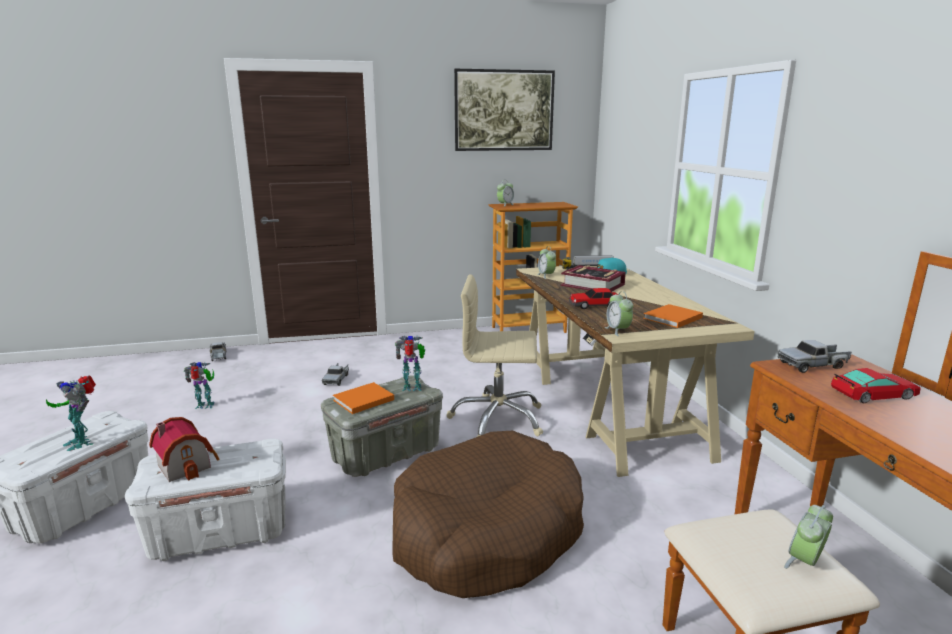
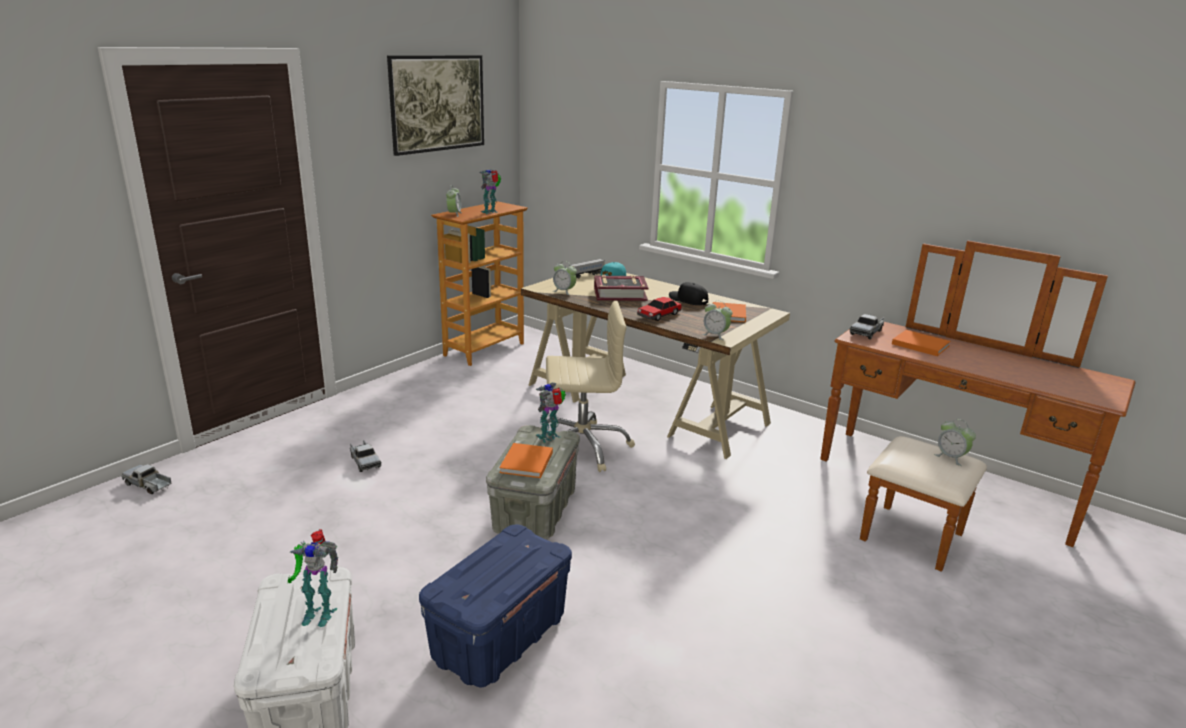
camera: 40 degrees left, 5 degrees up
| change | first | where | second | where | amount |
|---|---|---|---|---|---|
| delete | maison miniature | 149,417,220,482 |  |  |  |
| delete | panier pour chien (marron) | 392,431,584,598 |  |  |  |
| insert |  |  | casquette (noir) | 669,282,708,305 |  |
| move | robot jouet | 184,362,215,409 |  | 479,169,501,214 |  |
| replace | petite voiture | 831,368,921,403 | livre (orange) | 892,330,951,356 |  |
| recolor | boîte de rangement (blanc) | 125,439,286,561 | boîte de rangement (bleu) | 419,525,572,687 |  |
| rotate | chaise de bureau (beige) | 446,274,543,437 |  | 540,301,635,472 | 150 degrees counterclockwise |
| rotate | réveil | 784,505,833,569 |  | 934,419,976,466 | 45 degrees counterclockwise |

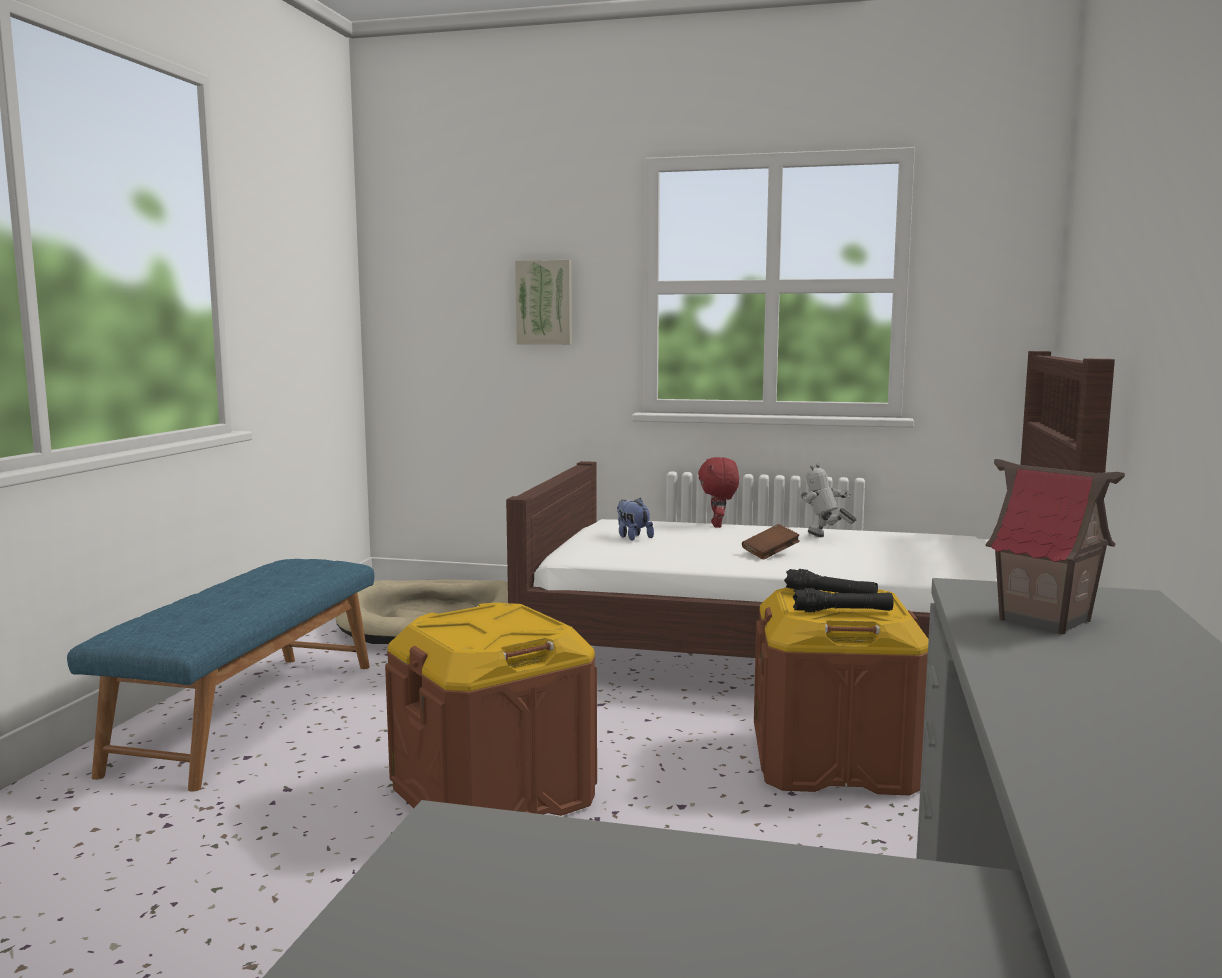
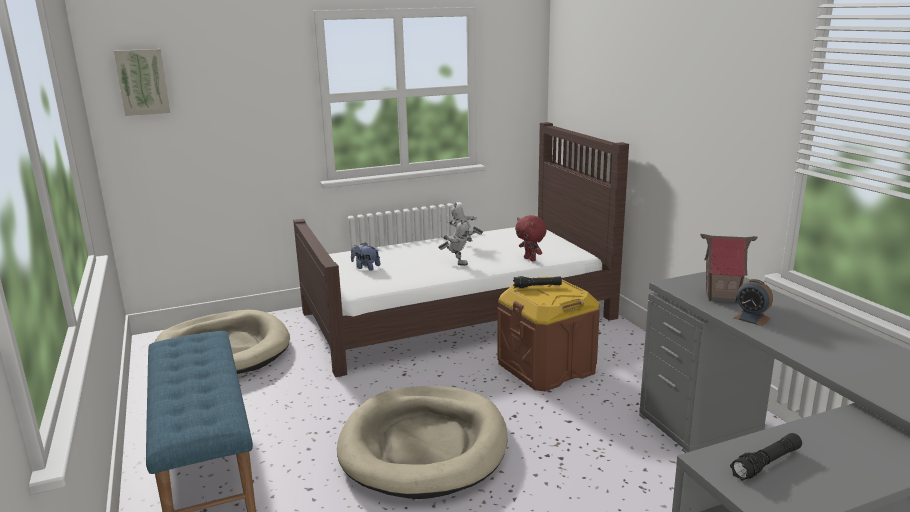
camera: 35 degrees left, 10 degrees up
| change | first | where | second | where | amount |
|---|---|---|---|---|---|
| insert |  |  | réveil | 734,279,773,326 |  |
| move | tableau | 515,260,572,345 |  | 114,49,170,116 |  |
| move | peluche (rouge) | 698,457,739,528 |  | 515,215,547,261 |  |
| move | lampe de poche (noir) | 793,588,893,612 |  | 730,433,802,481 |  |
| replace | boîte de rangement (marron) | 385,602,597,816 | panier pour chien (beige) | 337,386,508,499 |  |
| replace | livre (marron) | 742,524,800,560 | robot jouet | 438,220,472,266 |  |

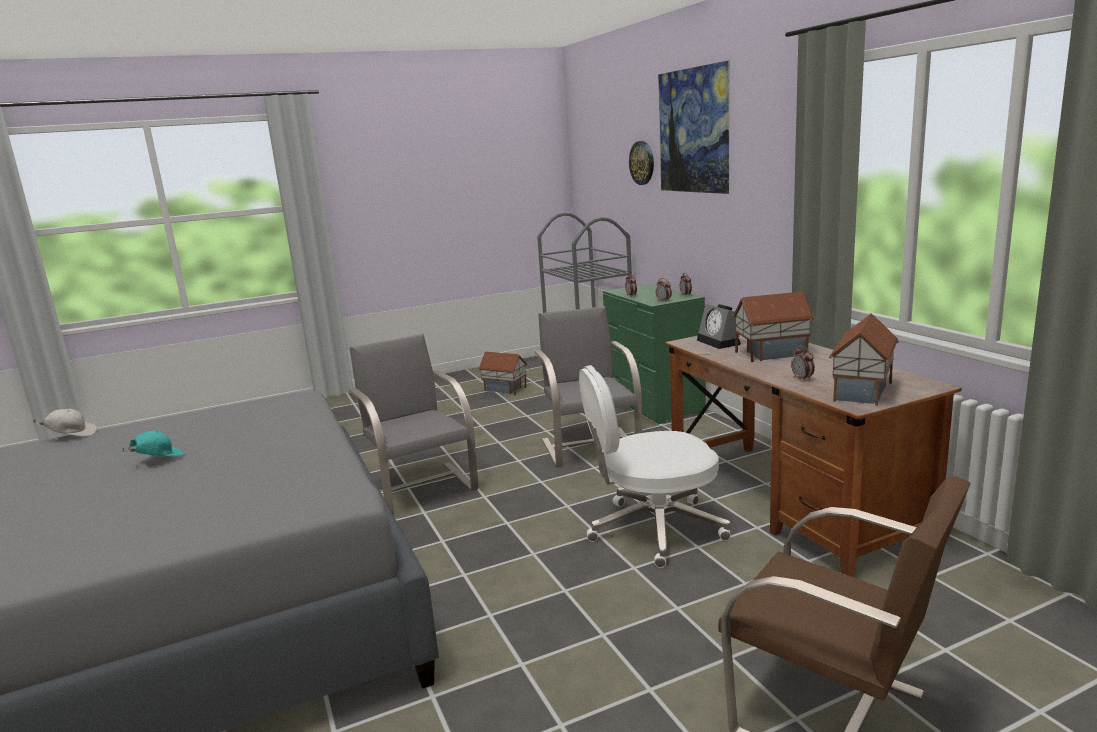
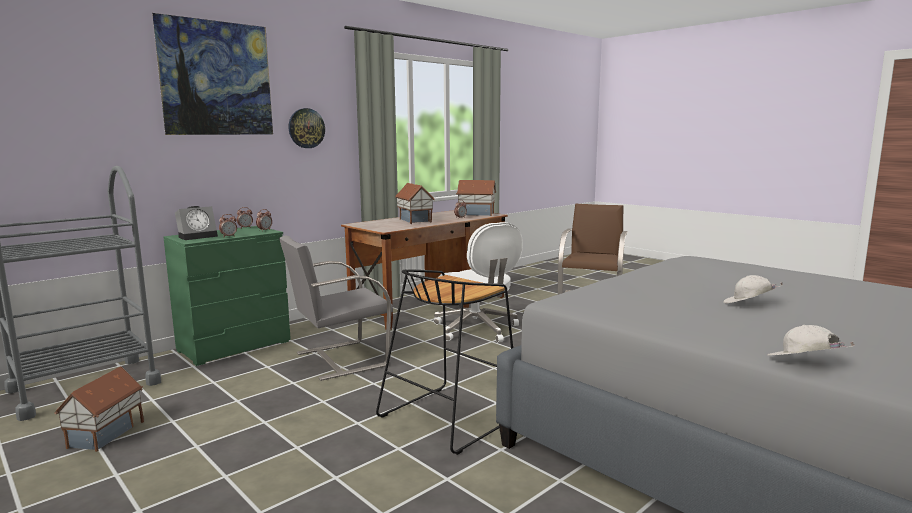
camera: 110 degrees left, 5 degrees down
| change | first | where | second | where | amount |
|---|---|---|---|---|---|
| move | horloge murale | 629,141,654,185 |  | 288,108,325,148 |  |
| move | réveil | 697,304,741,349 |  | 175,206,218,240 |  |
| replace | chaise (gris) | 349,334,478,514 | tabouret (noir) | 376,269,513,455 |  |
| recolor | casquette (turquoise) | 122,430,185,456 | casquette (blanc) | 723,275,783,303 |  |

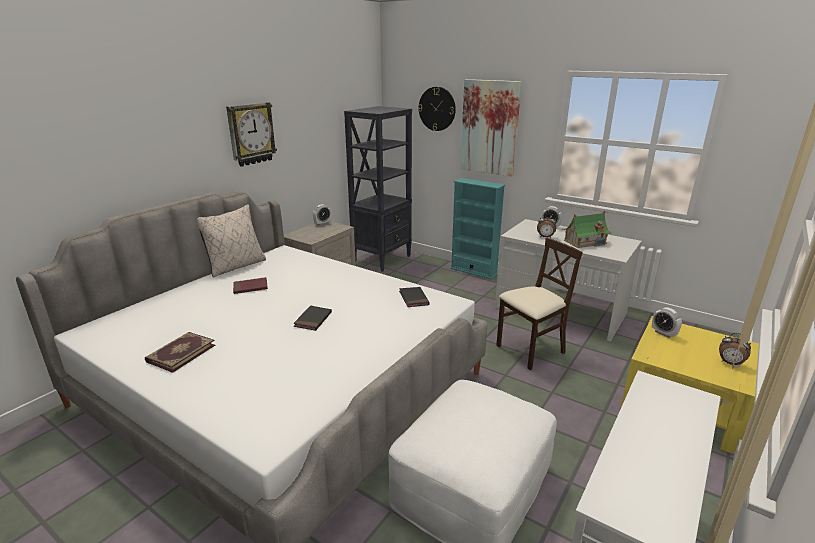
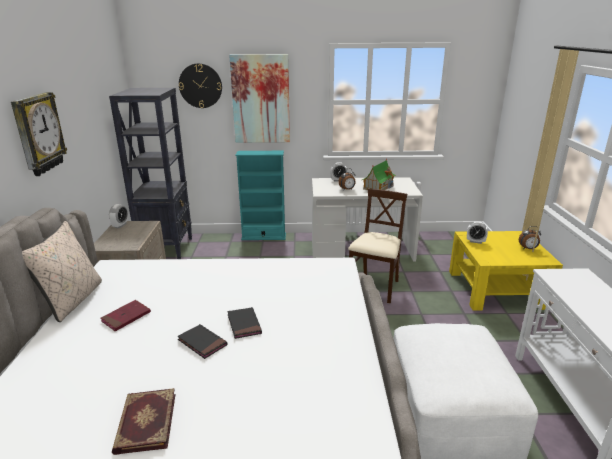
camera: 35 degrees left, 0 degrees up
| change | first | where | second | where | amount |
|---|---|---|---|---|---|
| move | livre (noir) | 399,287,430,307 |  | 178,324,227,359 |  |

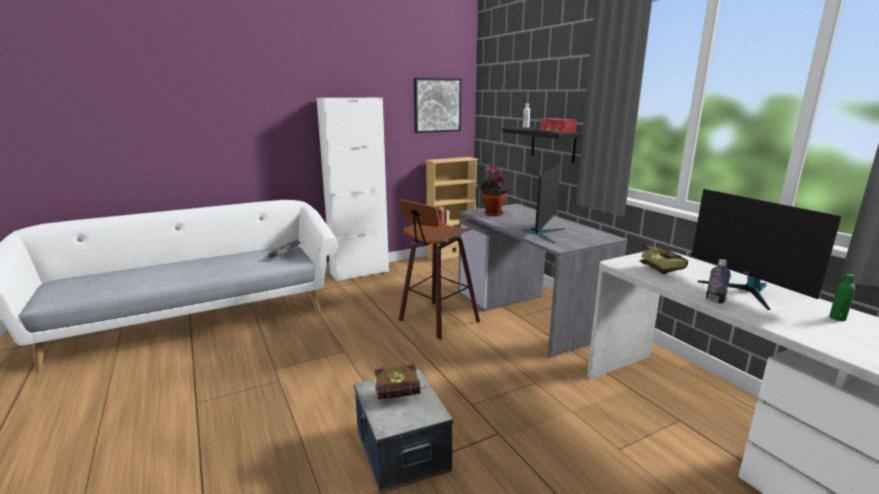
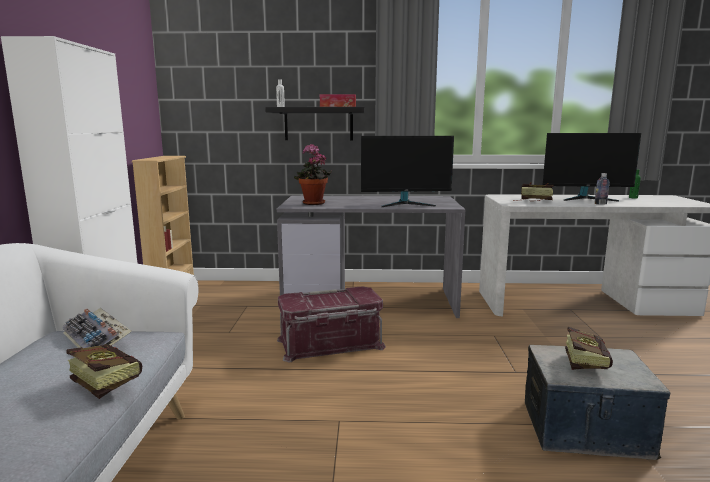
camera: 60 degrees left, 5 degrees down
| change | first | where | second | where | amount |
|---|---|---|---|---|---|
| delete | tableau | 414,78,462,133 |  |  |  |
| insert |  |  | livre | 66,344,142,399 |  |
| replace | tabouret | 398,199,480,340 | boîte de rangement (rouge) | 277,286,386,362 |  |
| rotate | écran d'ordinateur | 523,163,565,243 |  | 361,136,454,207 | 120 degrees clockwise |

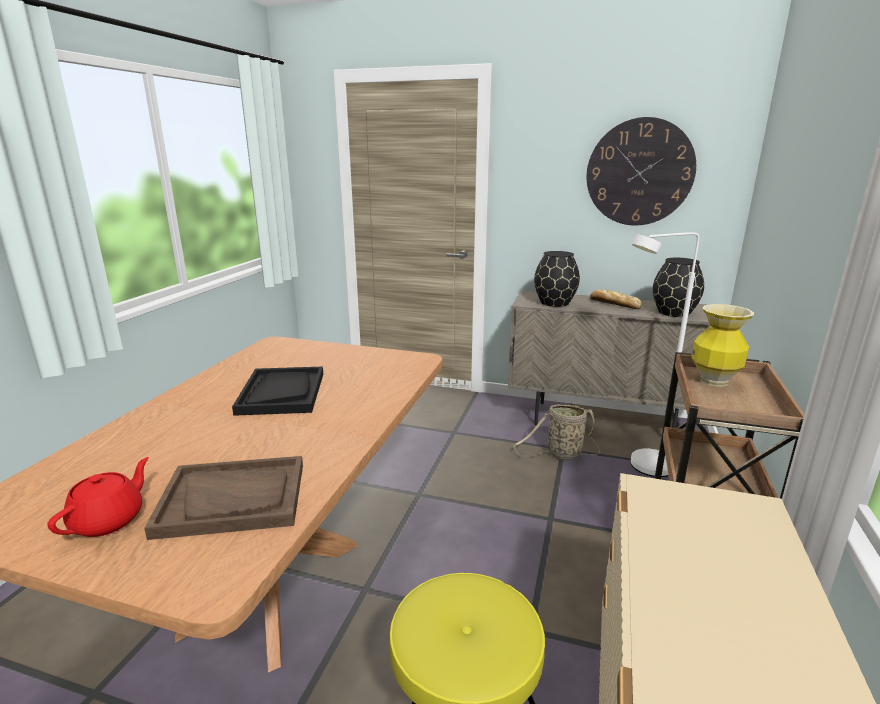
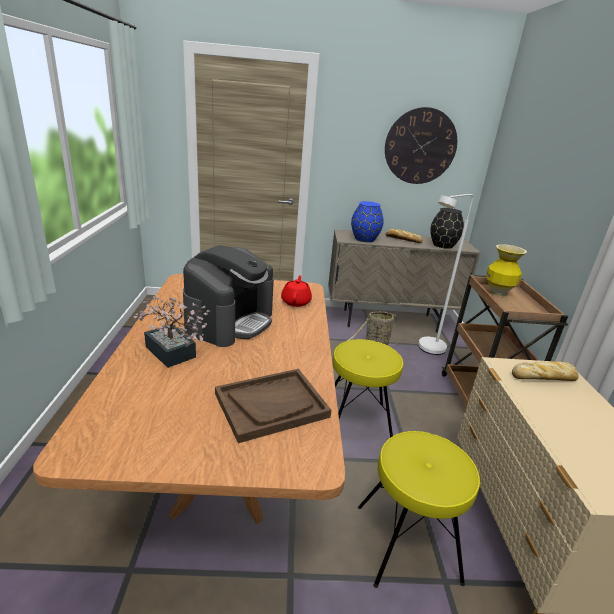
camera: 20 degrees left, 5 degrees up
| change | first | where | second | where | amount |
|---|---|---|---|---|---|
| insert |  |  | plante en pot | 133,296,210,368 |  |
| insert |  |  | tabouret (jaune) | 332,339,403,438 |  |
| insert |  |  | pain | 512,361,579,381 |  |
| move | théière (rouge) | 47,457,149,537 |  | 281,275,312,307 |  |
| replace | plateau (noir) | 232,367,323,416 | machine à café | 183,245,274,347 |  |
| recolor | vase (noir) | 534,251,580,307 | vase (bleu) | 351,201,384,242 |  |

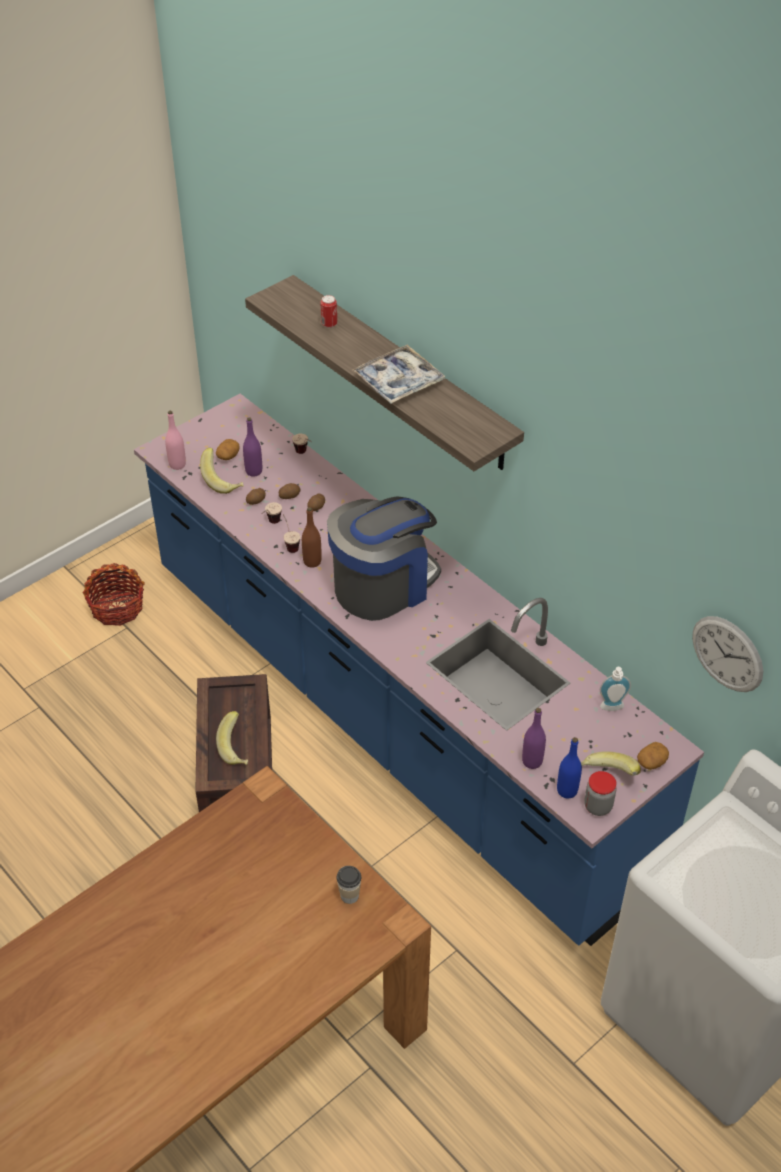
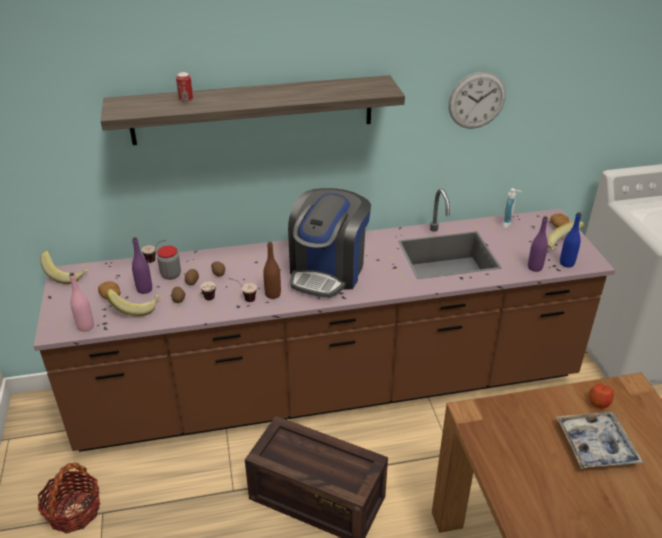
camera: 60 degrees left, 10 degrees down
| change | first | where | second | where | amount |
|---|---|---|---|---|---|
| move | banane | 216,711,248,765 |  | 40,251,88,284 |  |
| move | plateau | 352,345,446,404 |  | 556,412,643,469 |  |
| move | bocal | 584,771,616,816 |  | 157,246,181,280 |  |
| move | horloge murale | 692,616,763,692 |  | 448,72,506,129 |  |
| replace | tasse | 337,866,361,904 | pomme | 589,384,614,408 |  |
| recolor | comptoir de cuisine (bleu) | 134,394,704,946 | comptoir de cuisine (marron) | 33,188,615,452 |  |
| rotate | machine à café | 327,496,441,621 |  | 288,188,371,298 | 150 degrees counterclockwise |

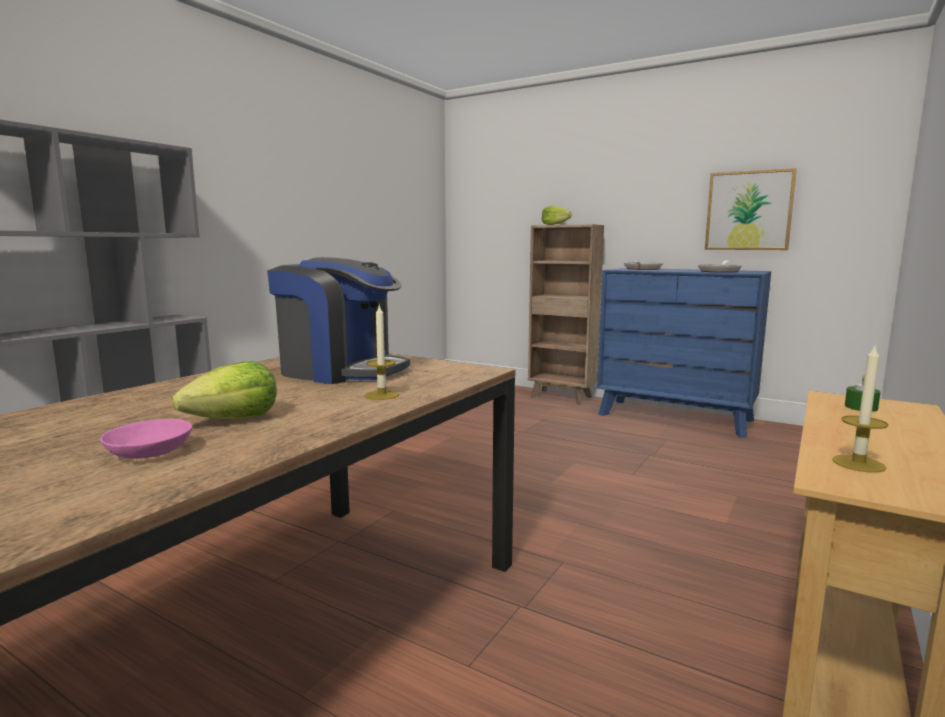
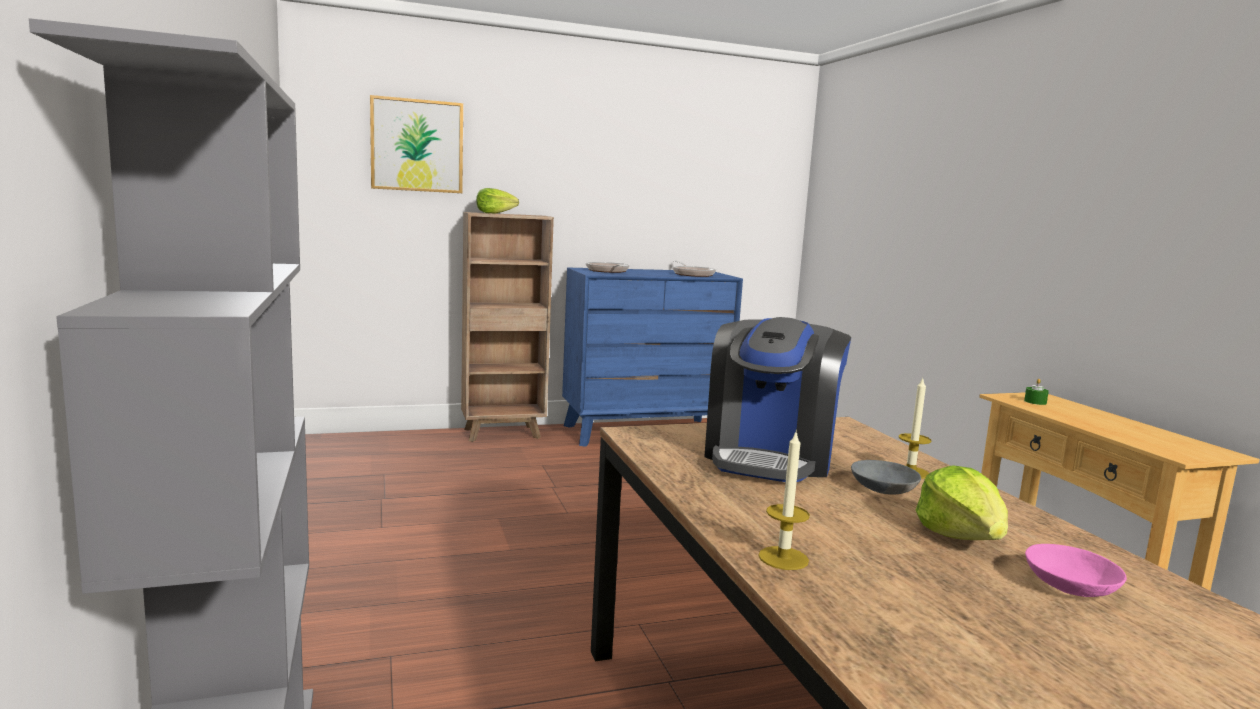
camera: 50 degrees left, 0 degrees up
| change | first | where | second | where | amount |
|---|---|---|---|---|---|
| insert |  |  | bol (gris) | 851,460,921,495 |  |
| move | tableau | 705,168,797,250 |  | 370,95,463,193 |  |
| move | bougie | 832,346,888,473 |  | 758,432,810,570 |  |
| rotate | machine à café | 267,257,410,384 |  | 704,317,851,482 | 135 degrees clockwise |

